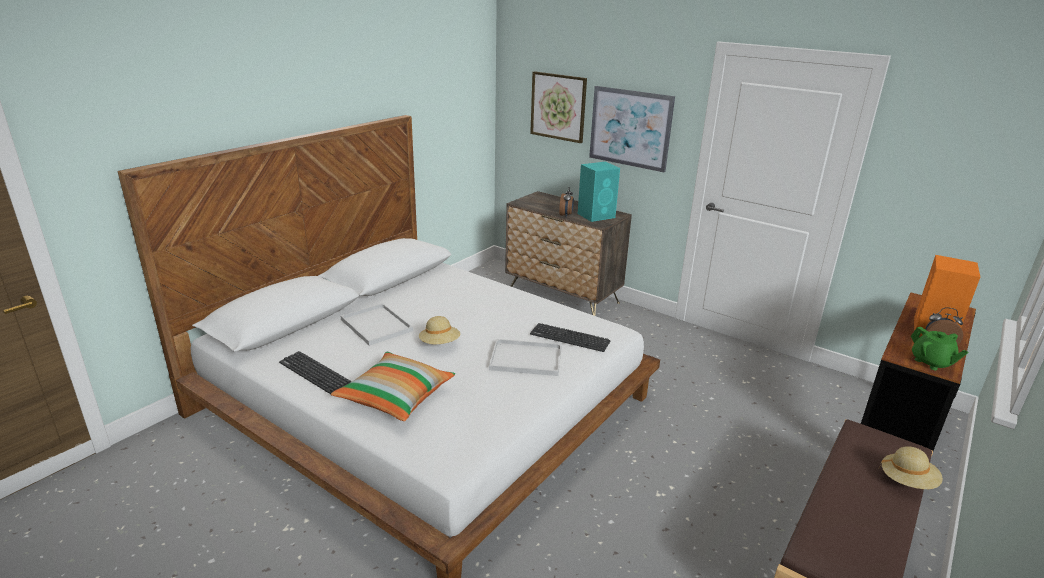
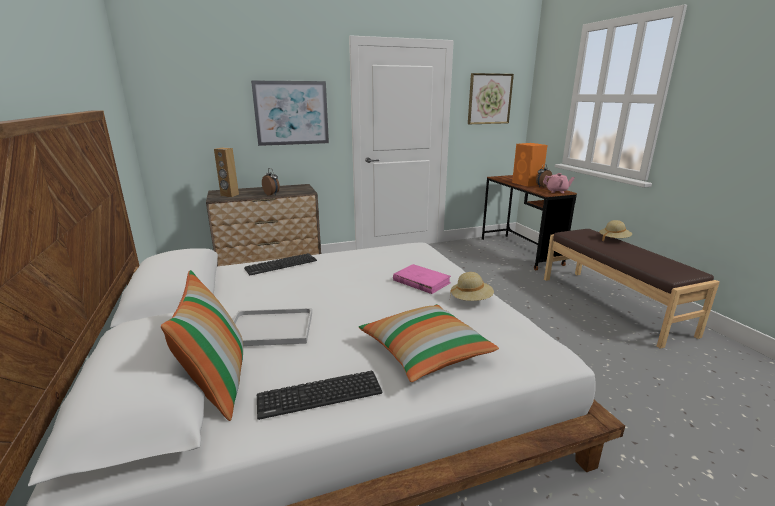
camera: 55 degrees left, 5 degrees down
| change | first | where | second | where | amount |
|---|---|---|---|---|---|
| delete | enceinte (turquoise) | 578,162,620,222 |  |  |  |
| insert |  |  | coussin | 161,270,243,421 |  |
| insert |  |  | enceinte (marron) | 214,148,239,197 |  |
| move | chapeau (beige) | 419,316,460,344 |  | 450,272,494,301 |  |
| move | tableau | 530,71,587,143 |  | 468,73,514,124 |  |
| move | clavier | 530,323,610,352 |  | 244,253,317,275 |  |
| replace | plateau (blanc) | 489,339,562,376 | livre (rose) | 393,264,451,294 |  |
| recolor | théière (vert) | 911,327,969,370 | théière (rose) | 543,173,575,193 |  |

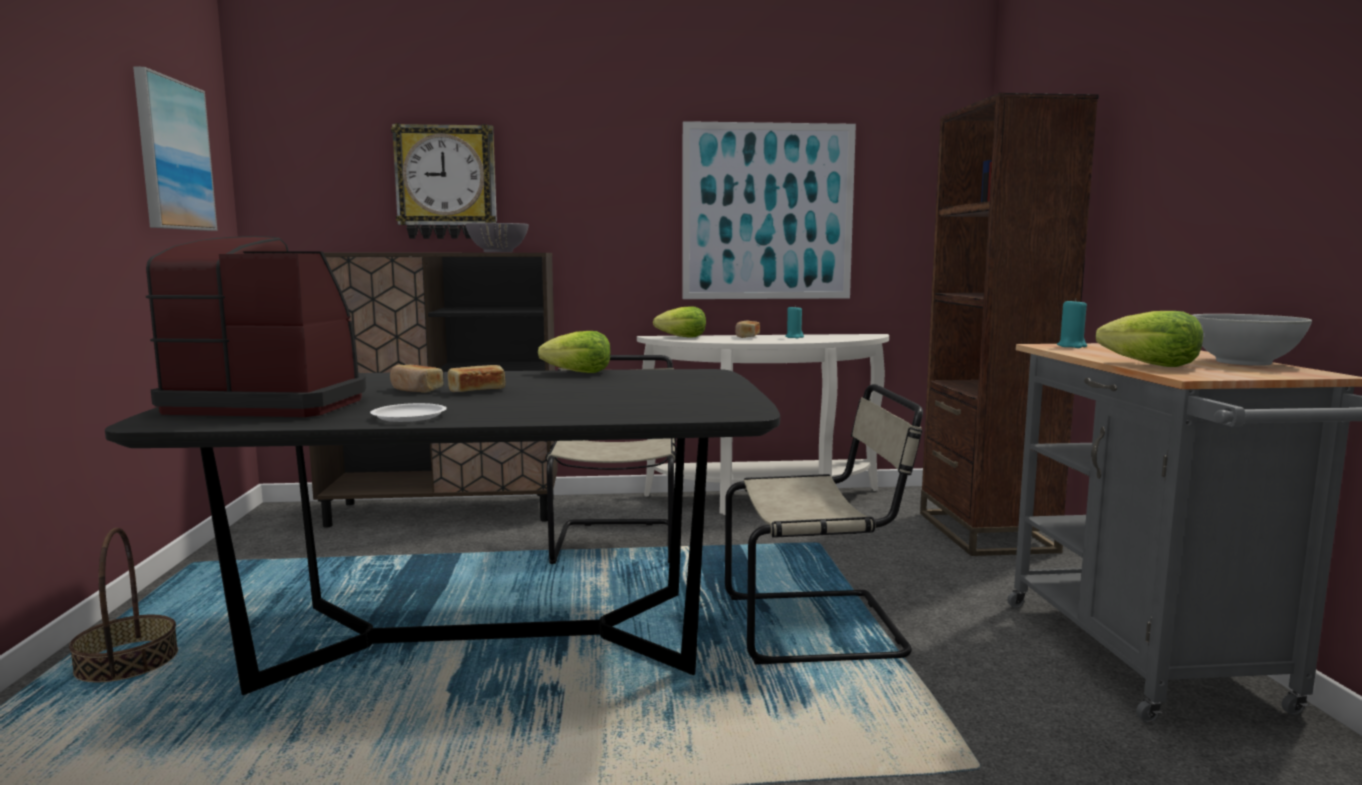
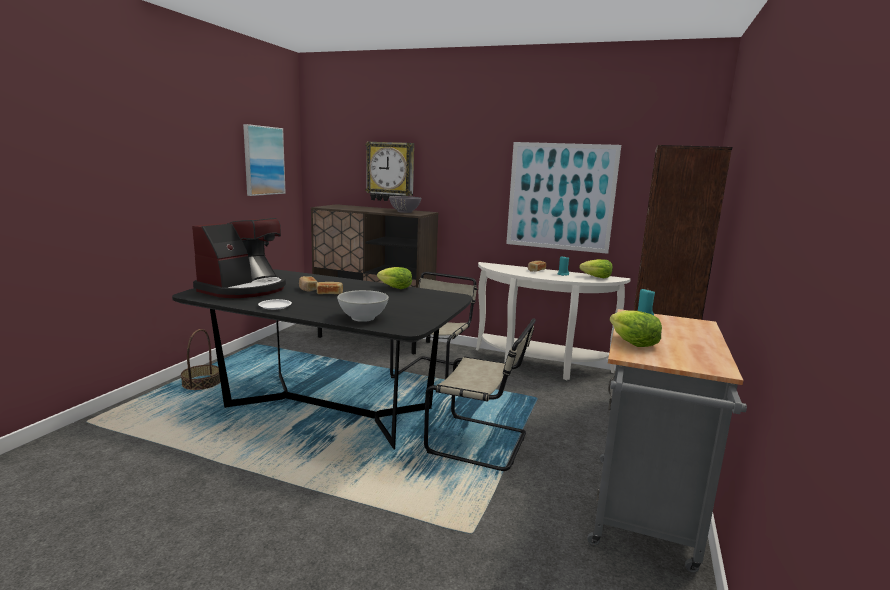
camera: 25 degrees right, 5 degrees up
| change | first | where | second | where | amount |
|---|---|---|---|---|---|
| move | laitue | 653,306,706,338 |  | 579,259,613,278 |  |
| move | bol (blanc) | 1192,314,1312,366 |  | 337,290,389,322 |  |
| rotate | machine à café | 146,236,366,417 |  | 192,218,286,298 | 90 degrees clockwise |

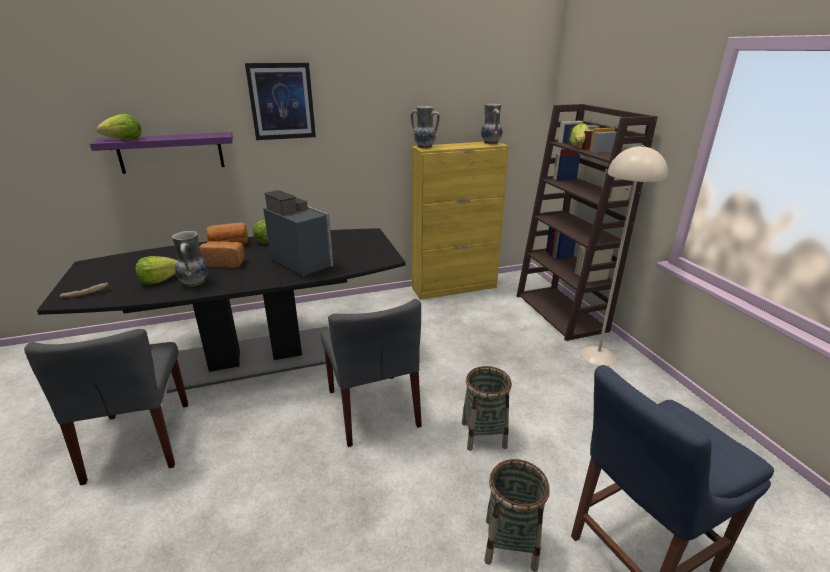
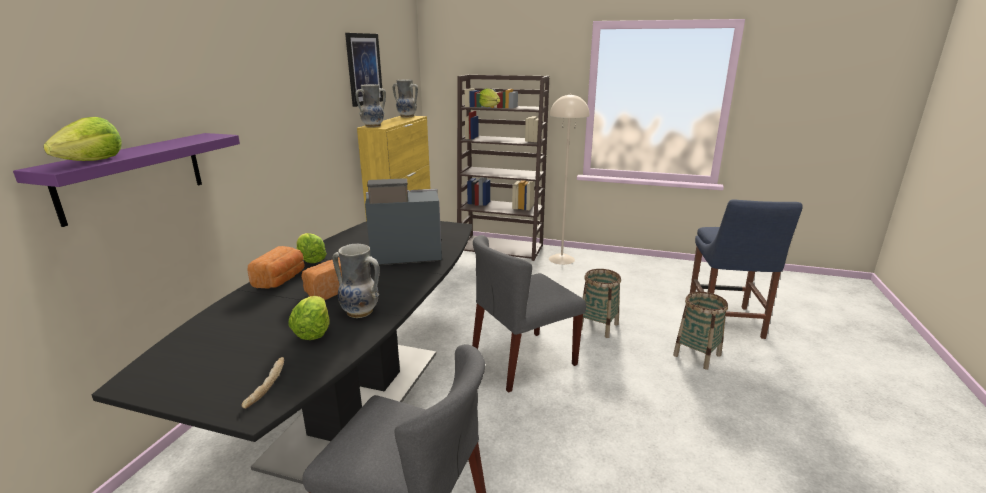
camera: 55 degrees left, 5 degrees down
| change | first | where | second | where | amount |
|---|---|---|---|---|---|
| move | tableau | 245,63,316,140 |  | 345,33,383,107 |  |
| rotate | chaise (gris) | 320,299,422,447 |  | 472,235,586,393 | 135 degrees clockwise |

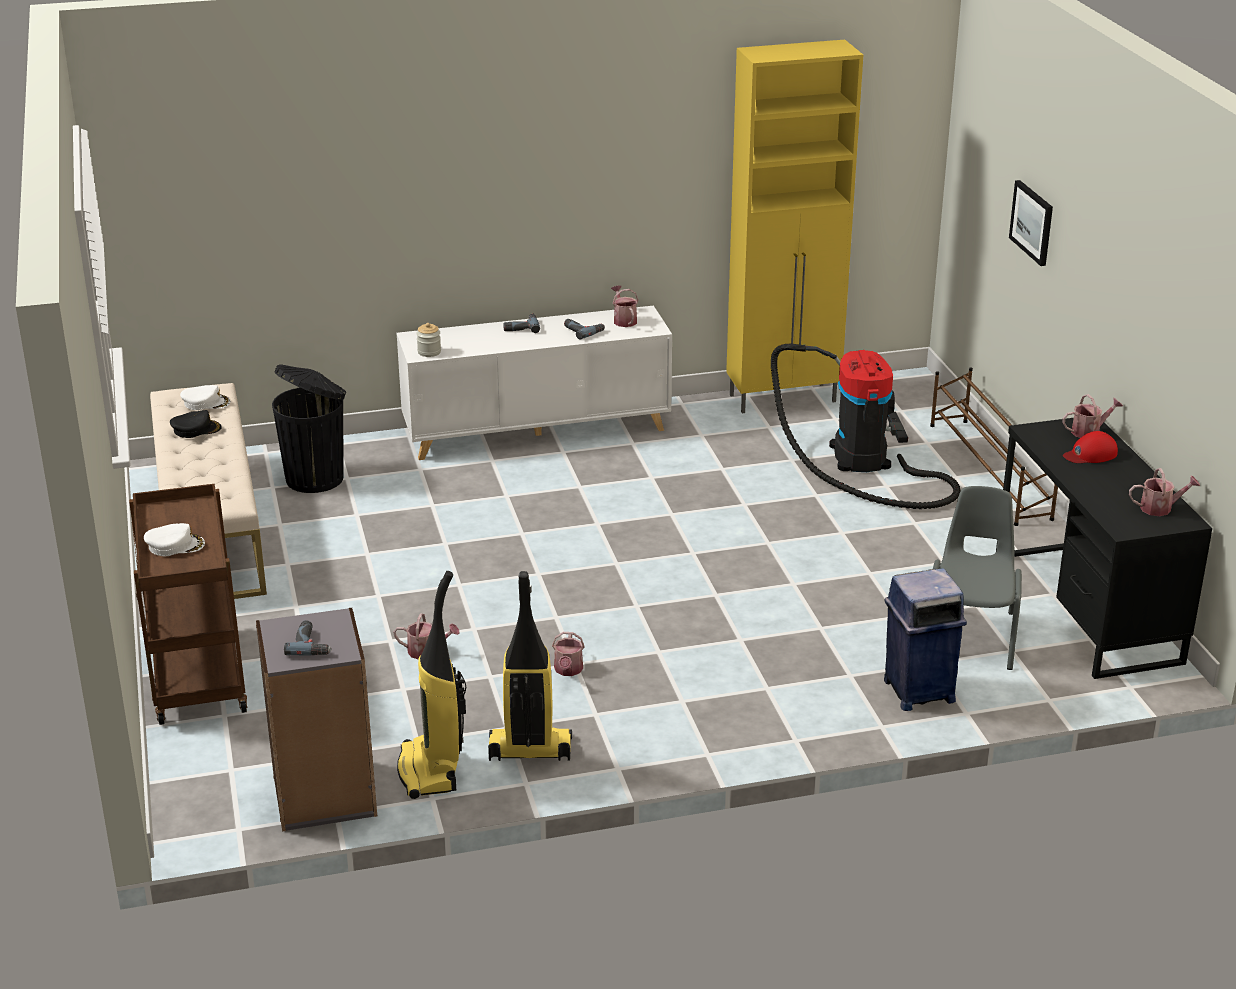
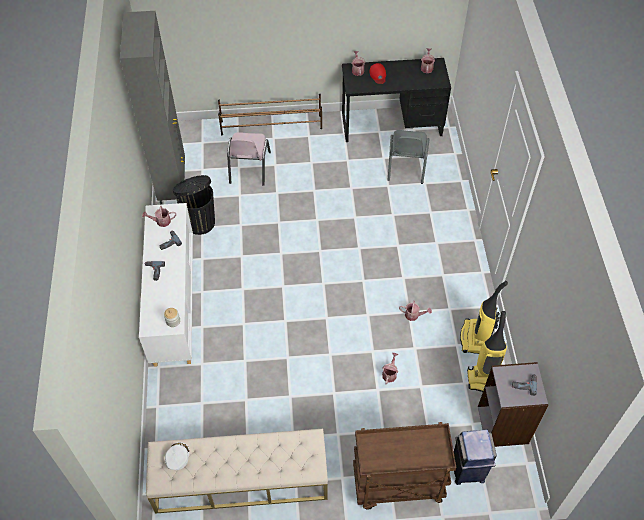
camera: 80 degrees left, 25 degrees up
| change | first | where | second | where | amount |
|---|---|---|---|---|---|
| delete | casquette (blanc) | 144,523,205,556 |  |  |  |
| delete | casquette (noir) | 170,410,222,438 |  |  |  |
| delete | tableau | 1009,180,1053,266 |  |  |  |
| move | poubelle (noir) | 272,365,346,493 |  | 173,175,215,235 |  |
| move | poubelle (bleu) | 884,568,967,711 |  | 454,429,497,485 |  |
| replace | aspirateur | 771,343,961,509 | chaise (rose) | 227,132,271,186 |  |
| recolor | meuble de rangement (jaune) | 726,40,863,413 | meuble de rangement (gris) | 120,11,185,205 |  |
| rotate | chaise (gris) | 933,486,1022,670 |  | 388,130,429,184 | 105 degrees counterclockwise |

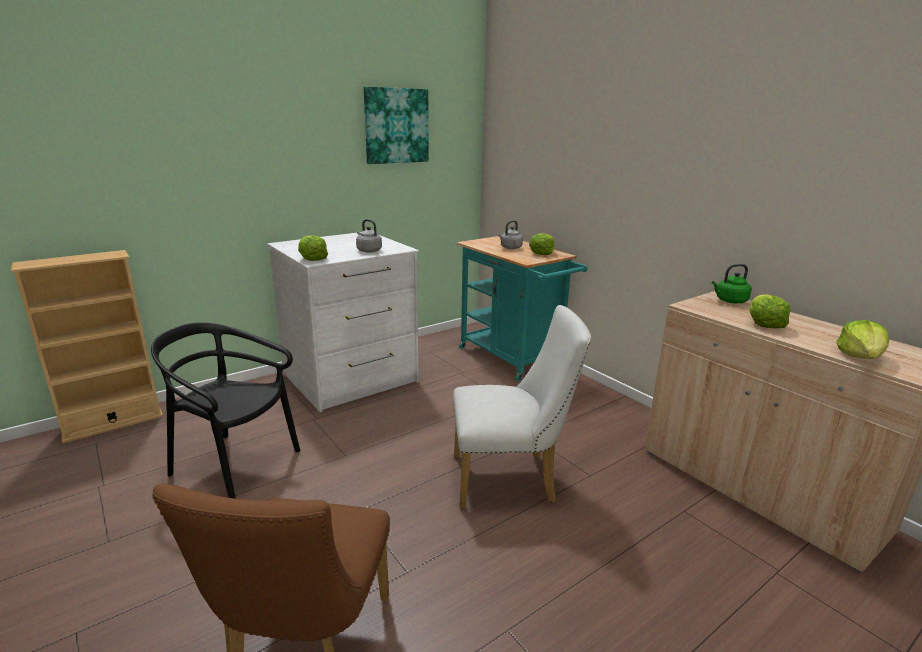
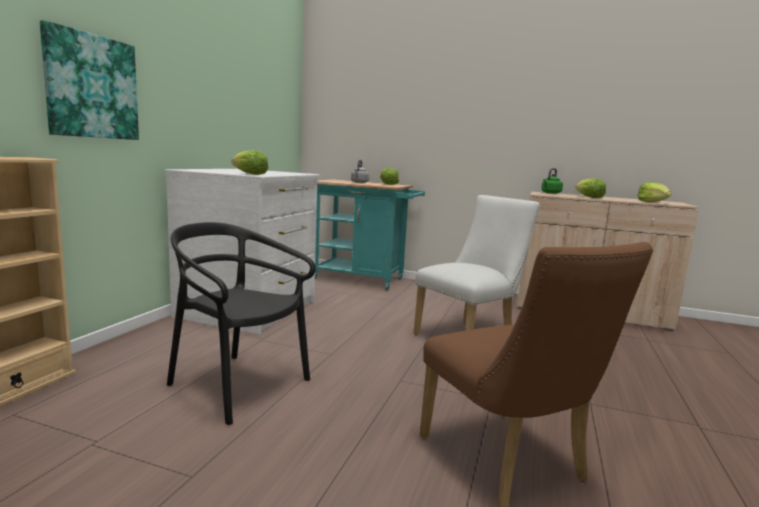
camera: 35 degrees left, 10 degrees down
| change | first | where | second | where | amount |
|---|---|---|---|---|---|
| delete | bouilloire (gris) | 356,219,382,253 |  |  |  |
| move | tableau | 364,87,429,164 |  | 40,20,139,140 |  |
| rotate | chaise (noir) | 151,322,301,499 |  | 167,222,316,425 | 45 degrees clockwise |

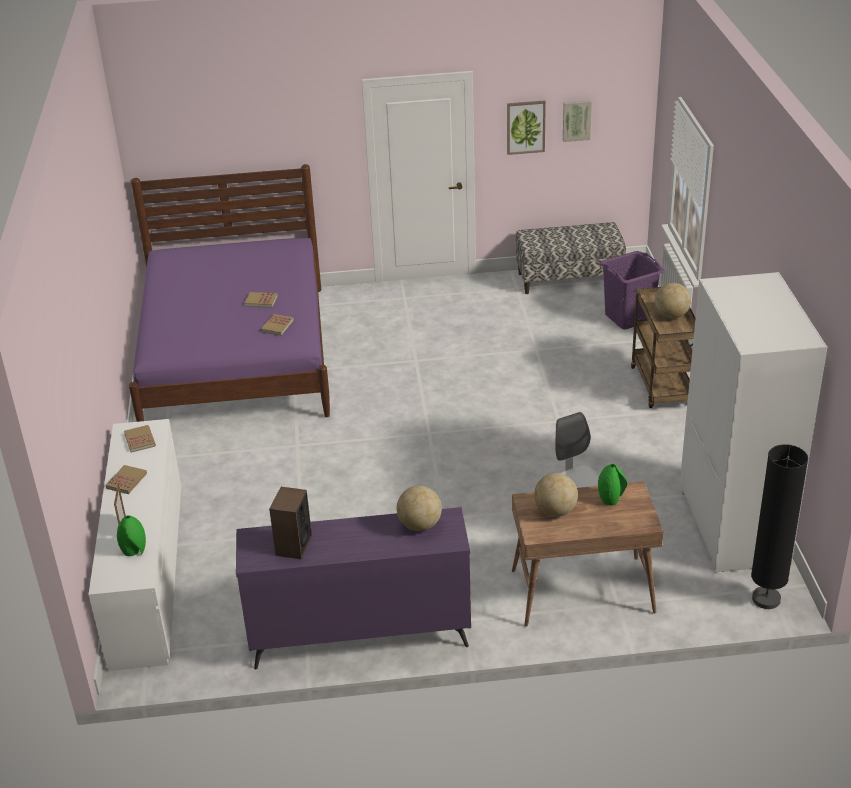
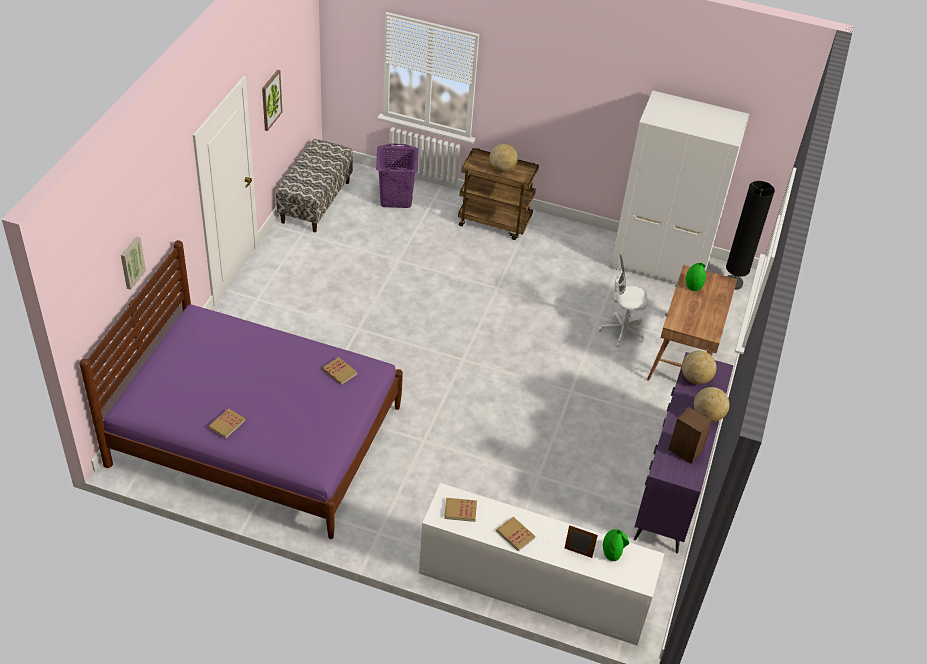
camera: 70 degrees left, 10 degrees up
| change | first | where | second | where | amount |
|---|---|---|---|---|---|
| move | livre | 244,292,278,308 |  | 208,408,245,439 |  |
| move | globe | 534,473,578,517 |  | 694,387,730,422 |  |
| move | tableau | 563,100,592,142 |  | 121,236,146,290 |  |

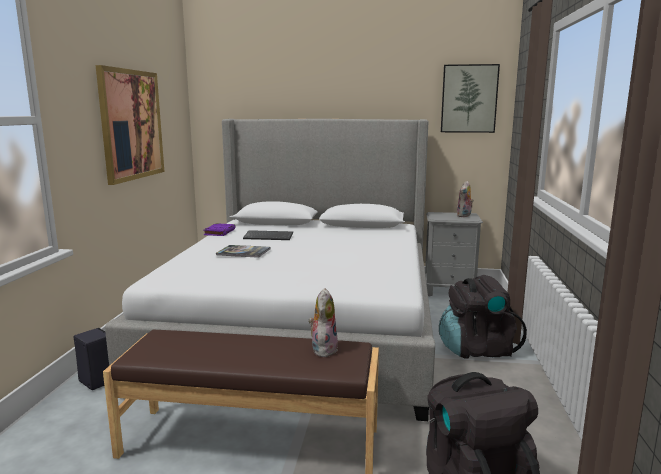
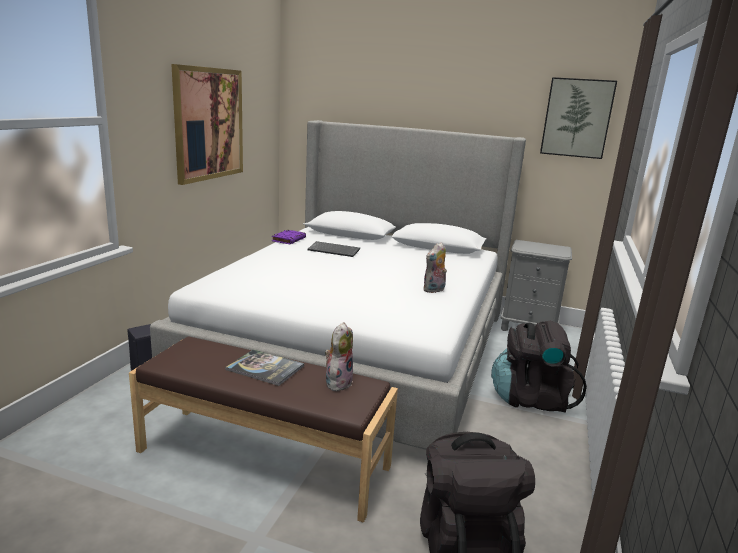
camera: 10 degrees right, 5 degrees up
| change | first | where | second | where | amount |
|---|---|---|---|---|---|
| move | livre | 216,245,271,258 |  | 226,349,304,386 |  |
| move | peluche | 457,181,474,217 |  | 423,242,447,293 |  |

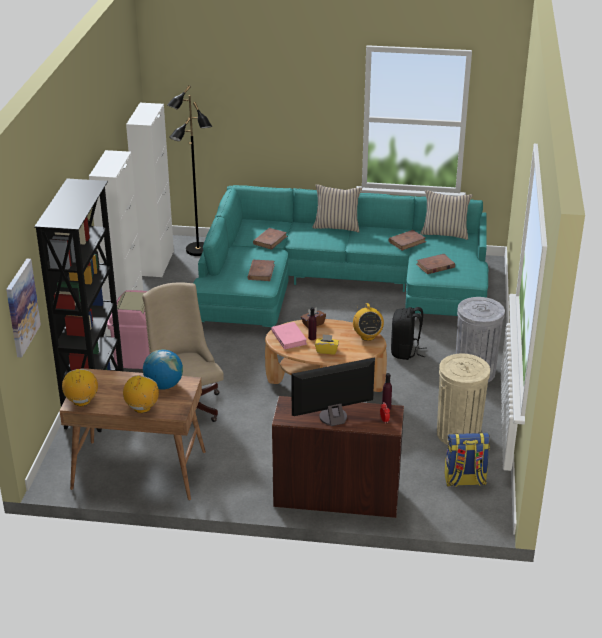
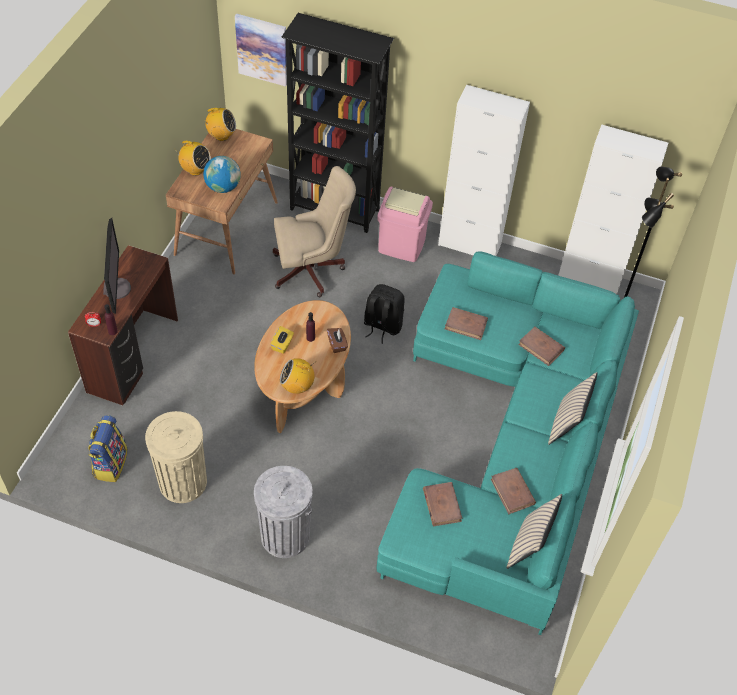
camera: 100 degrees right, 20 degrees up
| change | first | where | second | where | amount |
|---|---|---|---|---|---|
| delete | livre (rose) | 271,322,307,349 |  |  |  |
| move | sac à dos (noir) | 391,307,427,360 |  | 364,284,405,344 |  |

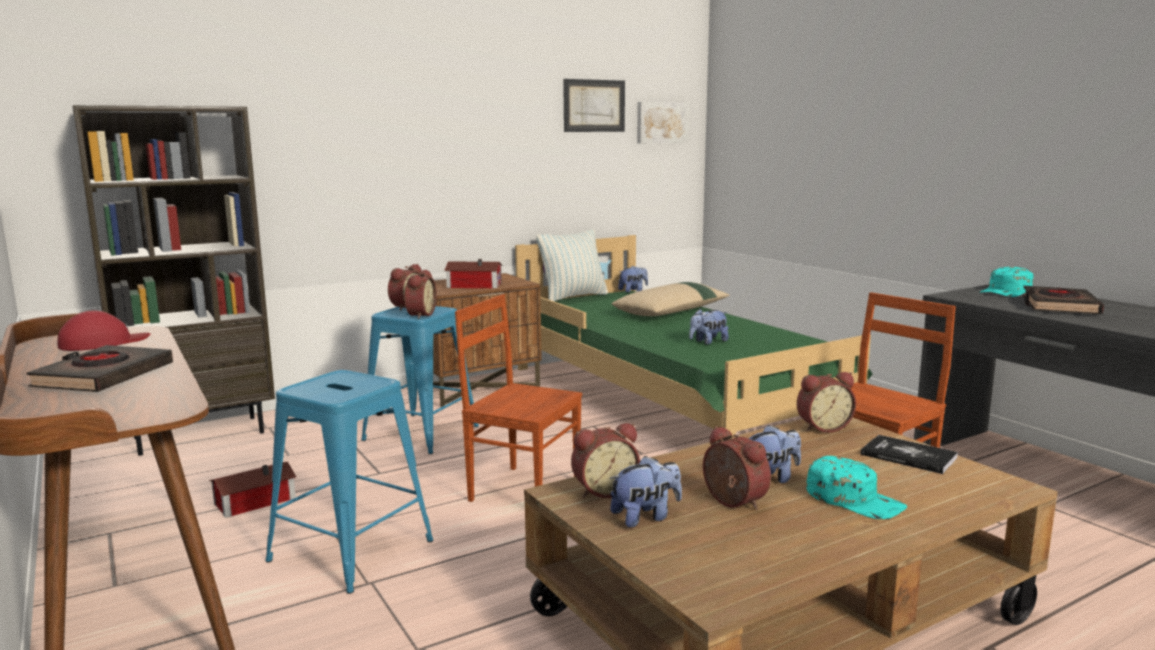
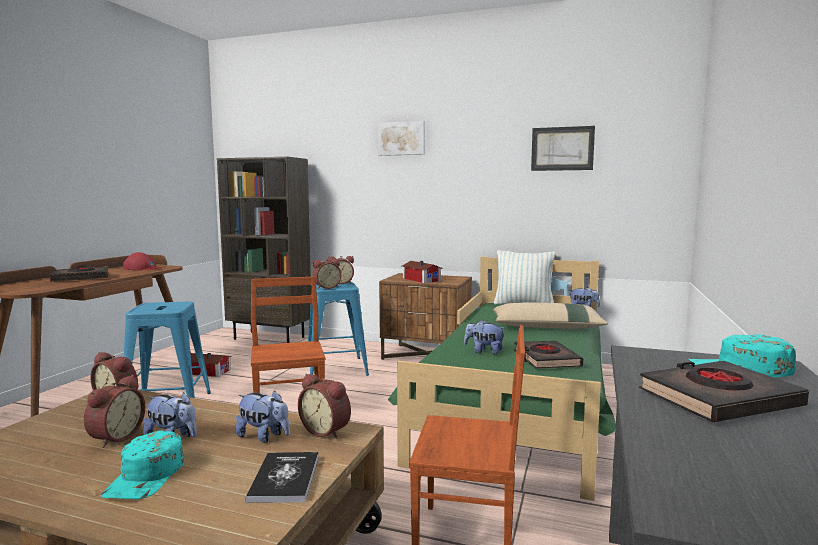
camera: 50 degrees right, 5 degrees down
| change | first | where | second | where | amount |
|---|---|---|---|---|---|
| insert |  |  | livre (noir) | 514,341,583,368 |  |
| move | peluche | 610,456,682,528 |  | 236,390,290,443 |  |
| move | tableau | 637,102,689,143 |  | 378,121,425,156 |  |

